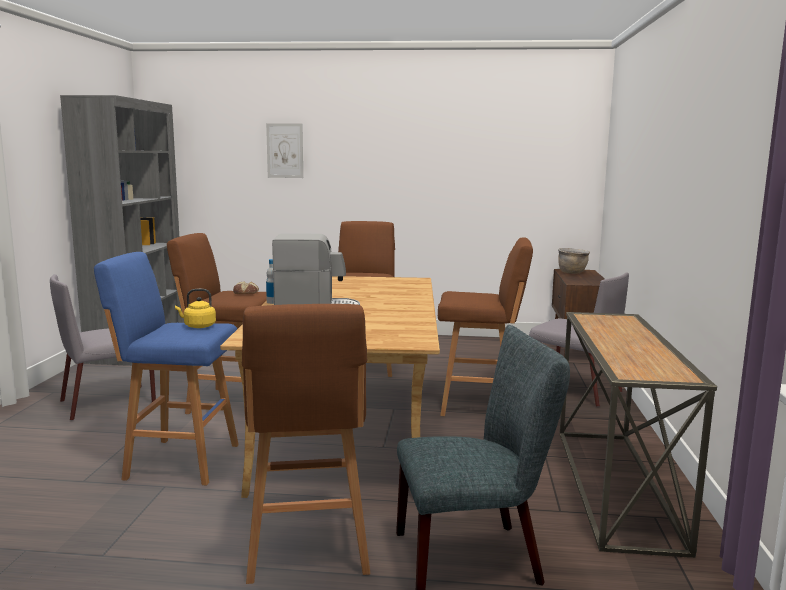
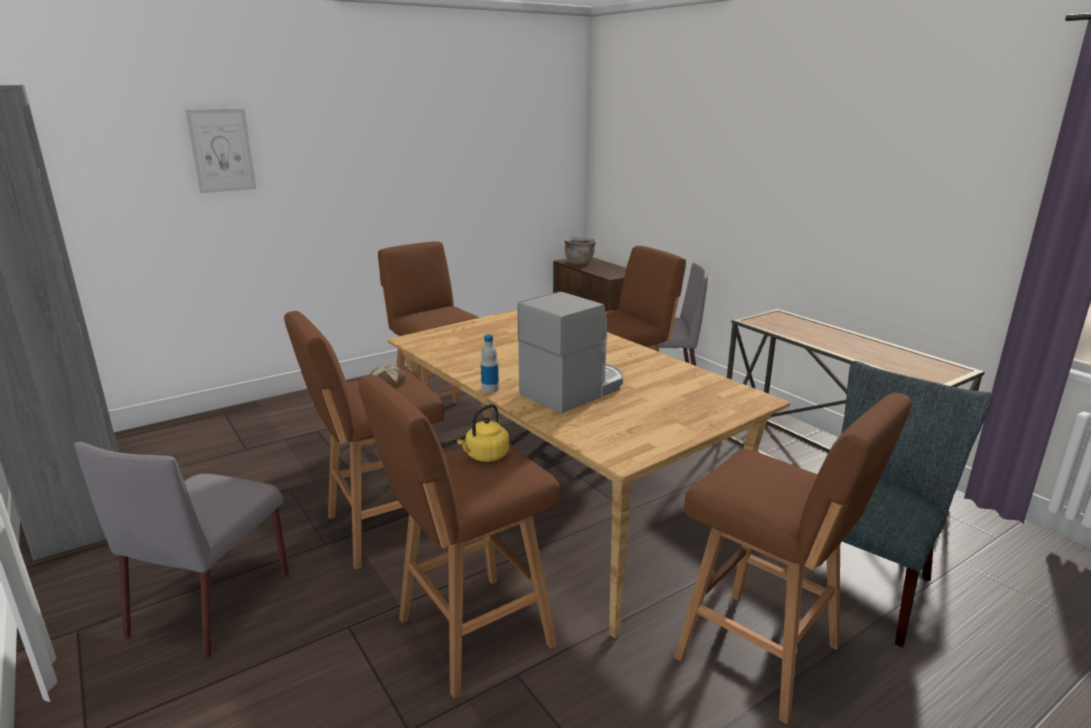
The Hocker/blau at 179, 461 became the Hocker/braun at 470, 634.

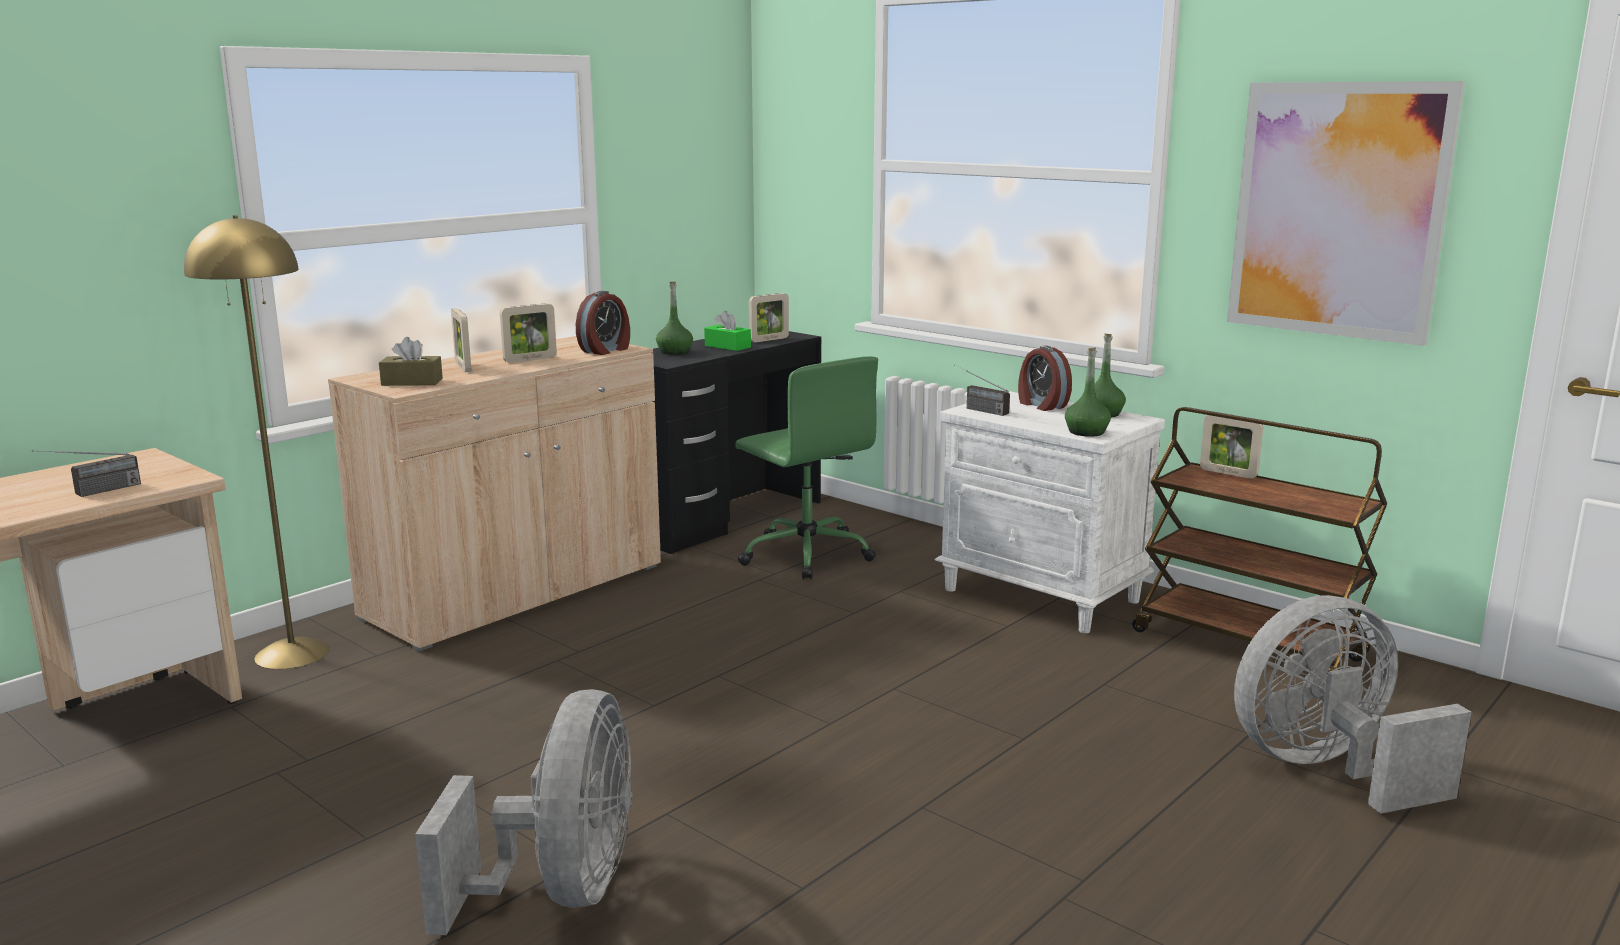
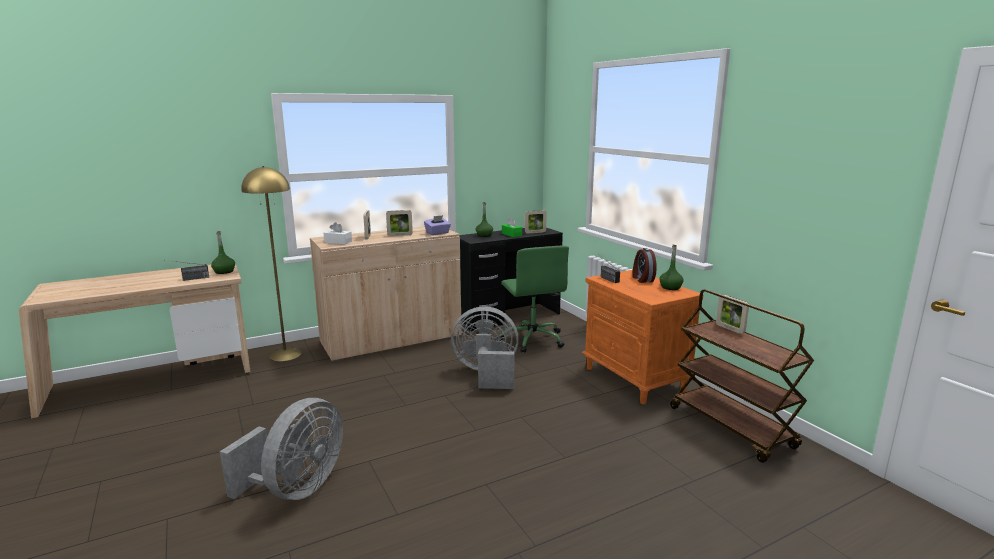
The Bild at 1338, 210 disappeared.
The Flasche/grün moved from 1086, 432 to 224, 271.
The Ventilator/grau moved from 1327, 769 to 486, 374.
The Wecker at 606, 350 was replaced by the Taschentuchbox/lila at 437, 233.
The Taschentuchbox/braun at 412, 382 became the Taschentuchbox/weiß at 338, 242.
The Nachttisch/weiß at 1043, 595 became the Nachttisch/orange at 635, 379.

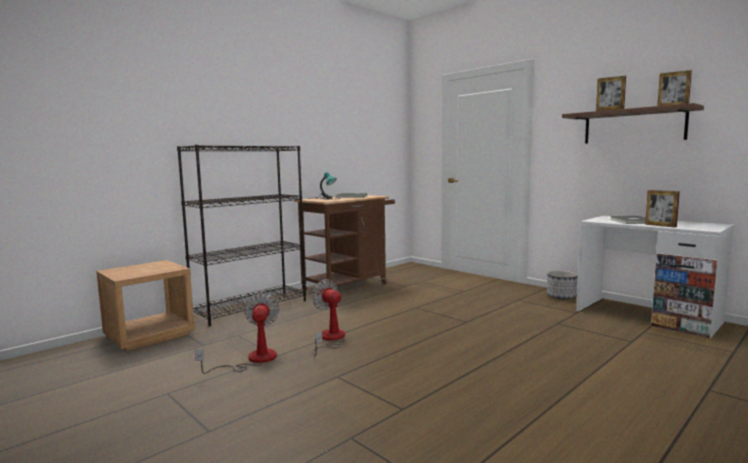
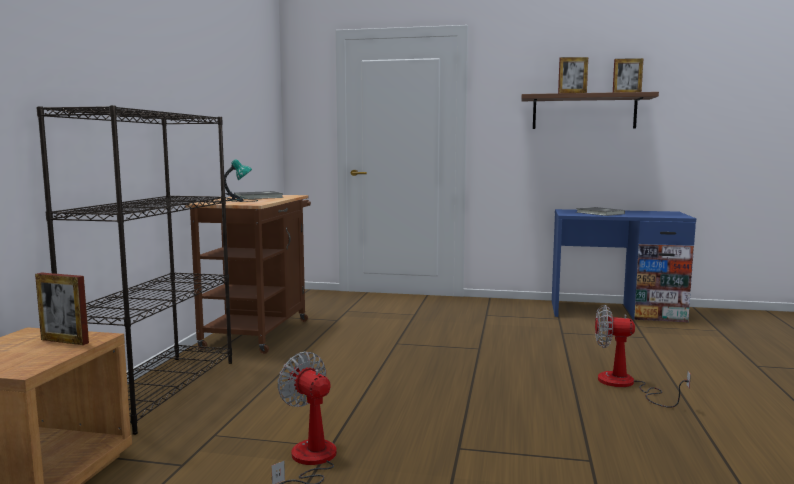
The Pflanzkübel at 561, 297 disappeared.
The Ventilator moved from 330, 339 to 626, 385.
The Bilderrahmen moved from 660, 225 to 64, 341.
The Schreibtisch/weiß at 647, 316 became the Schreibtisch/blau at 615, 311.

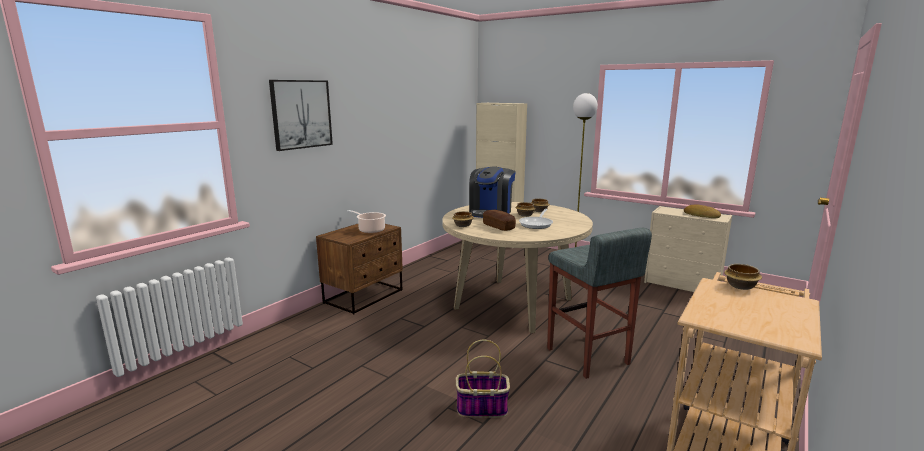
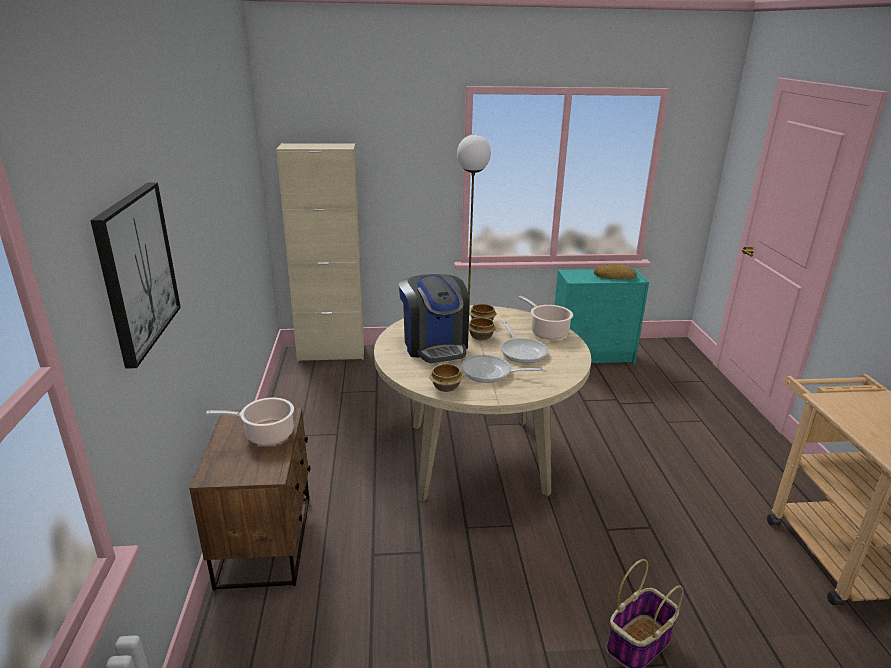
The Hocker/grau at 587, 357 disappeared.
The Schüssel at 741, 286 disappeared.
The Kochtopf at 547, 332 appeared.
The Brot at 498, 227 was replaced by the Pfanne at 491, 373.
The Kommode/beige at 683, 285 became the Kommode/türkis at 592, 356.

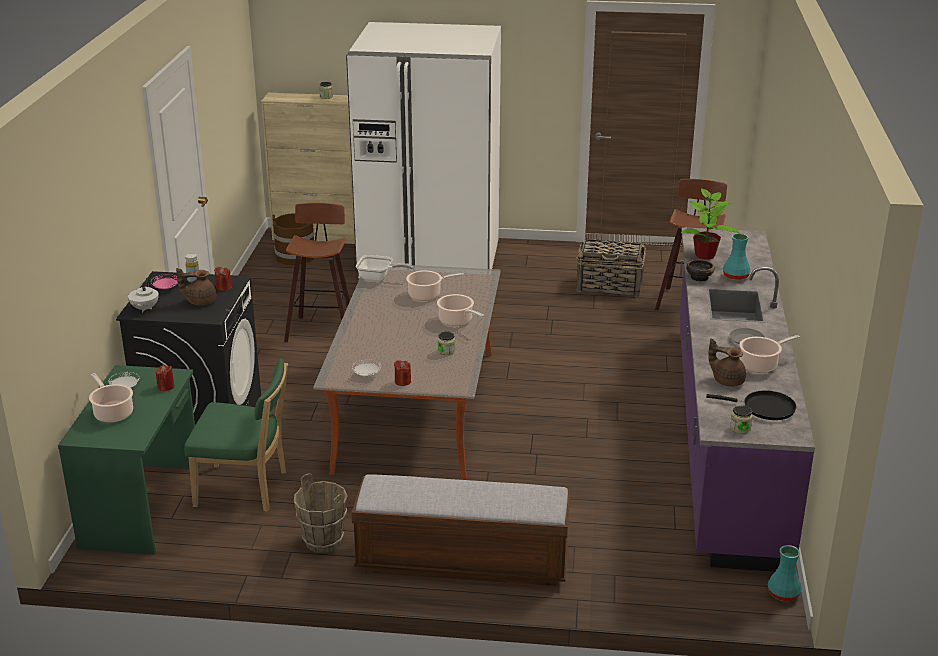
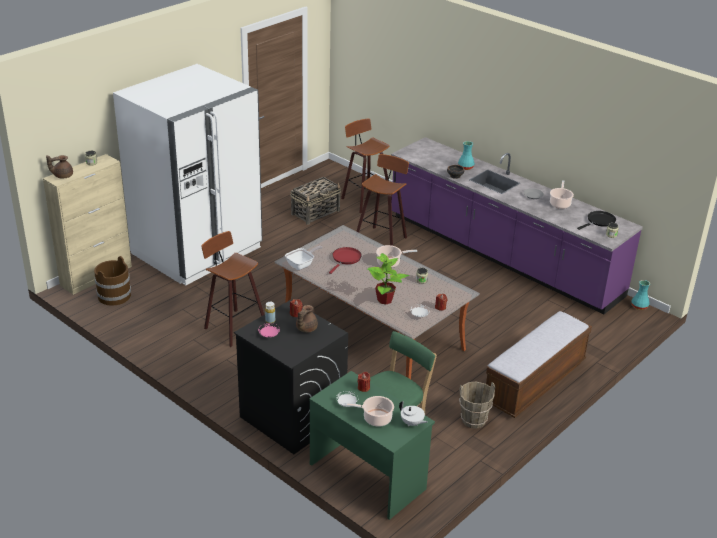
The Hocker at 382, 239 appeared.
The Teekanne/weiß moved from 144, 309 to 412, 423.
The Topfpflanze moved from 705, 255 to 385, 300.
The Teekanne/braun moved from 727, 380 to 62, 176.
The Kochtopf at 427, 295 was replaced by the Pfanne/rot at 345, 259.

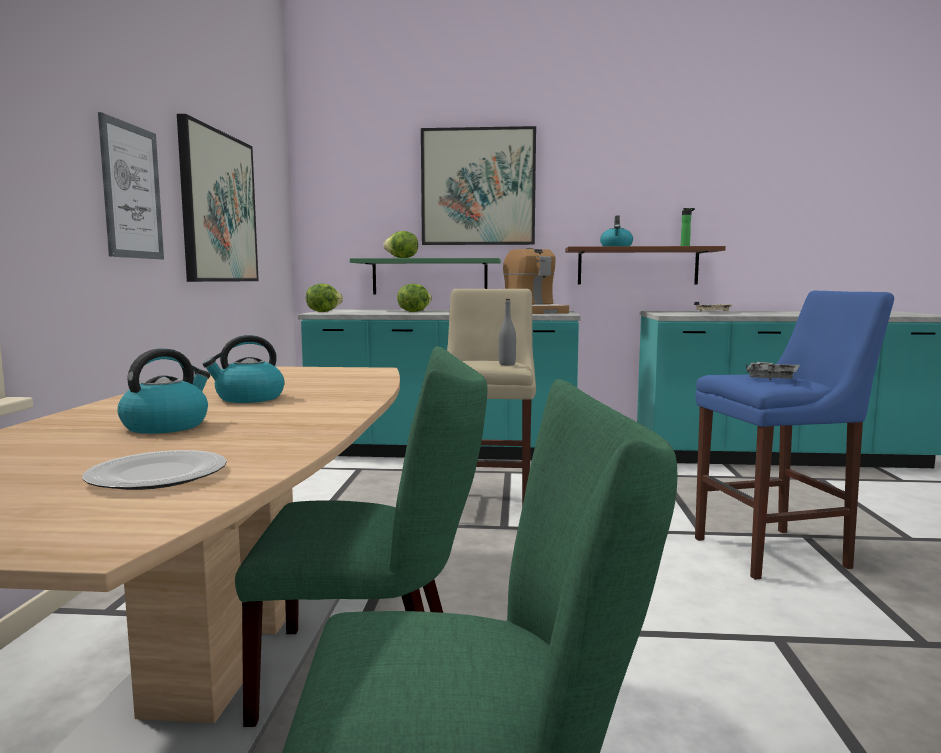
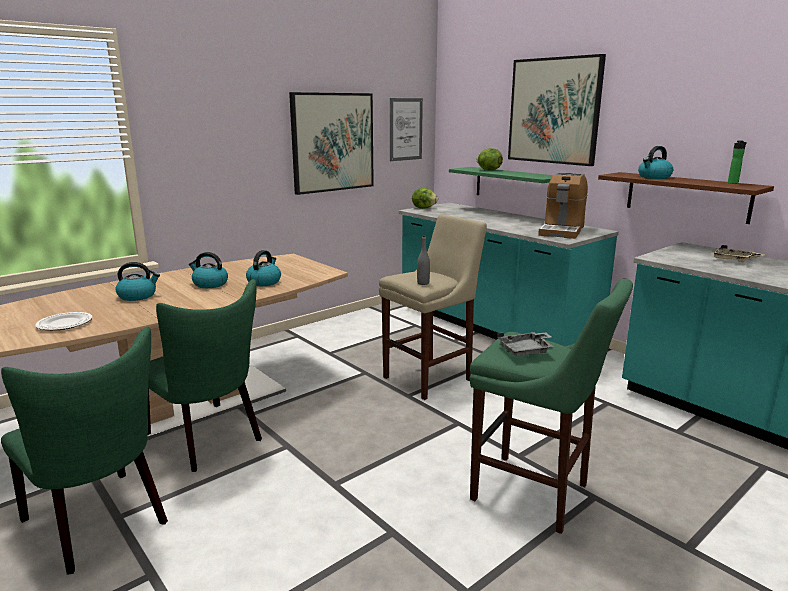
The Salatkopf at 413, 312 disappeared.
The Wasserkessel at 264, 282 appeared.
The Bild moved from 132, 191 to 405, 129.
The Hocker/blau at 777, 552 became the Hocker/grün at 535, 494.

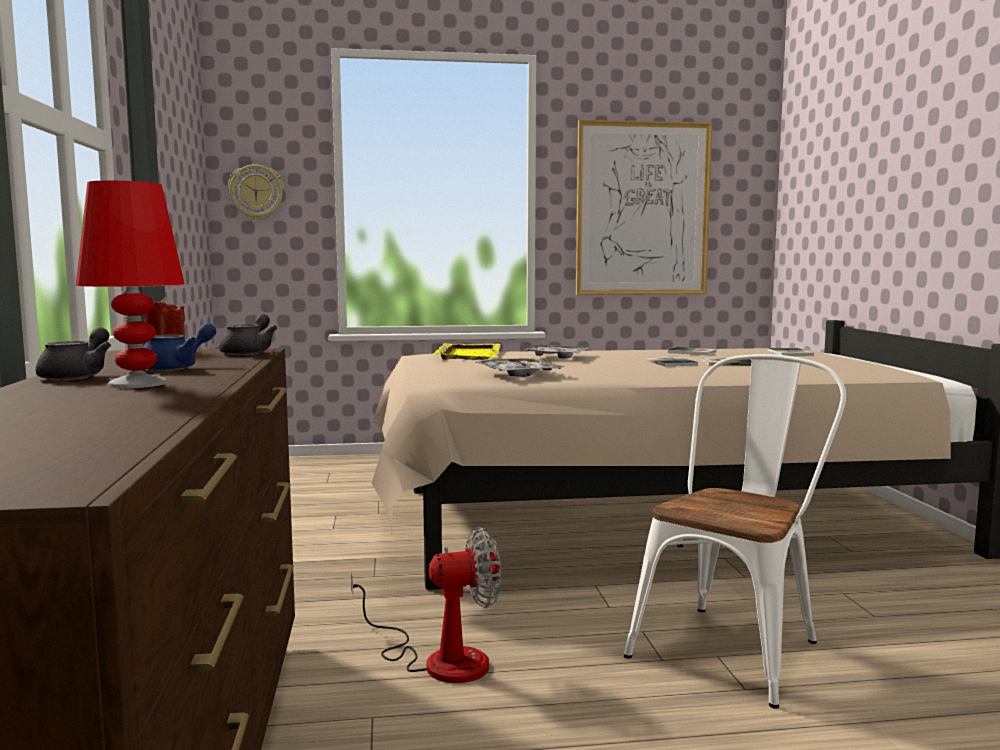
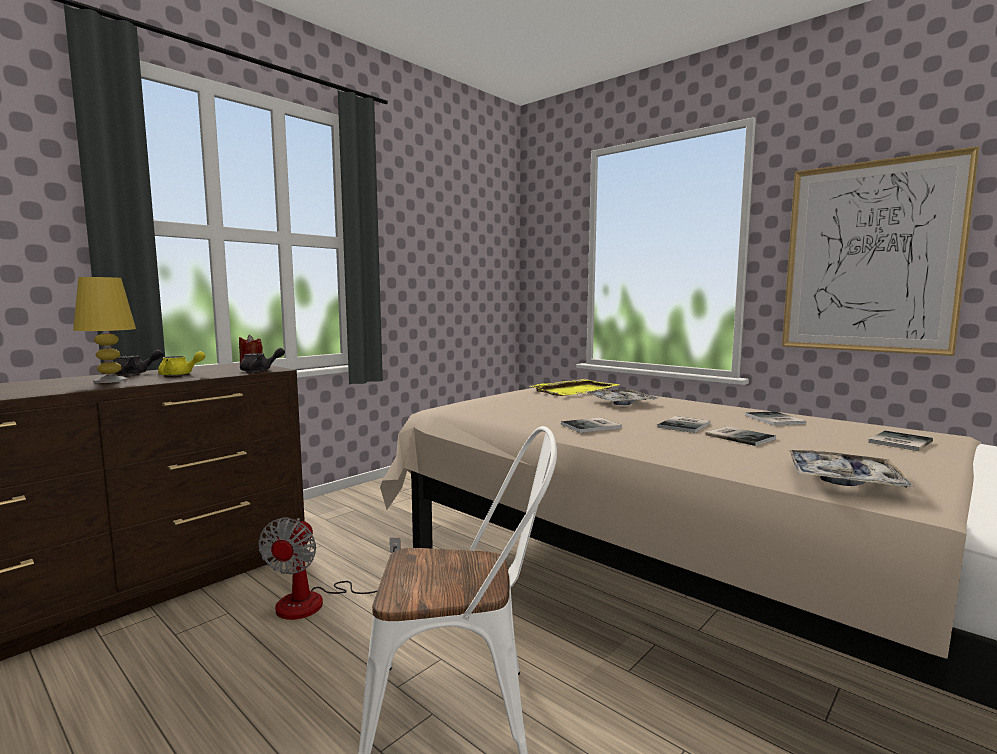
The Wanduhr at 256, 192 disappeared.
The Buch at 593, 426 appeared.
The Tablett moved from 519, 374 to 843, 479.
The Tischlampe/rot at 138, 384 became the Tischlampe/gelb at 110, 380.
The Teekanne/blau at 177, 367 became the Teekanne/gelb at 180, 374.
The Ventilator at 439, 659 turned 60 degrees clockwise.

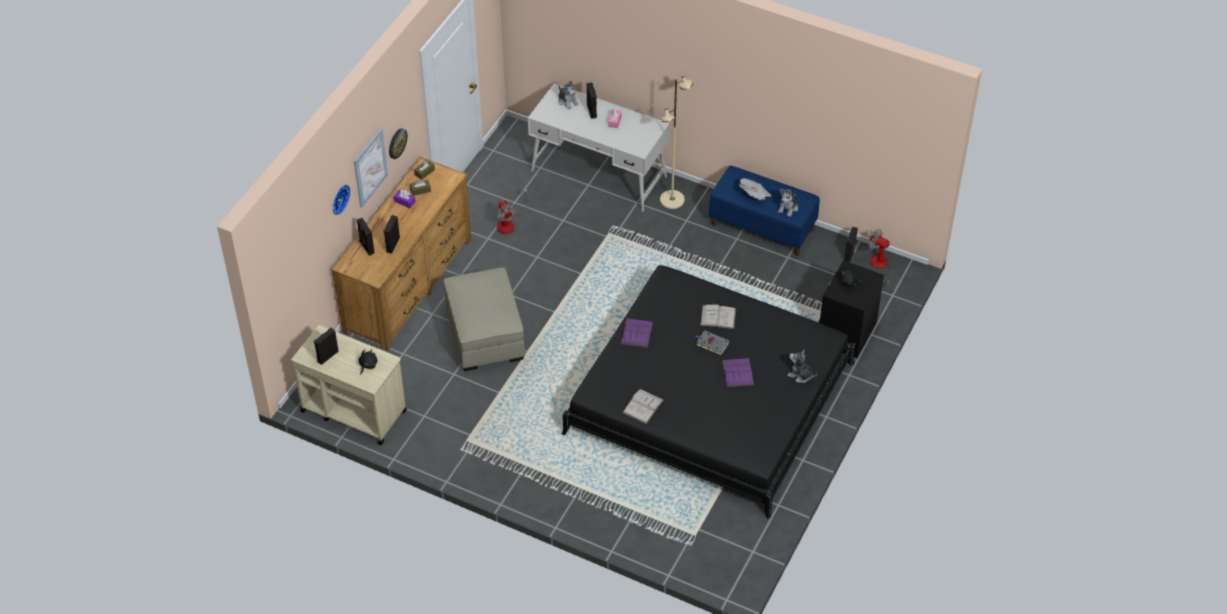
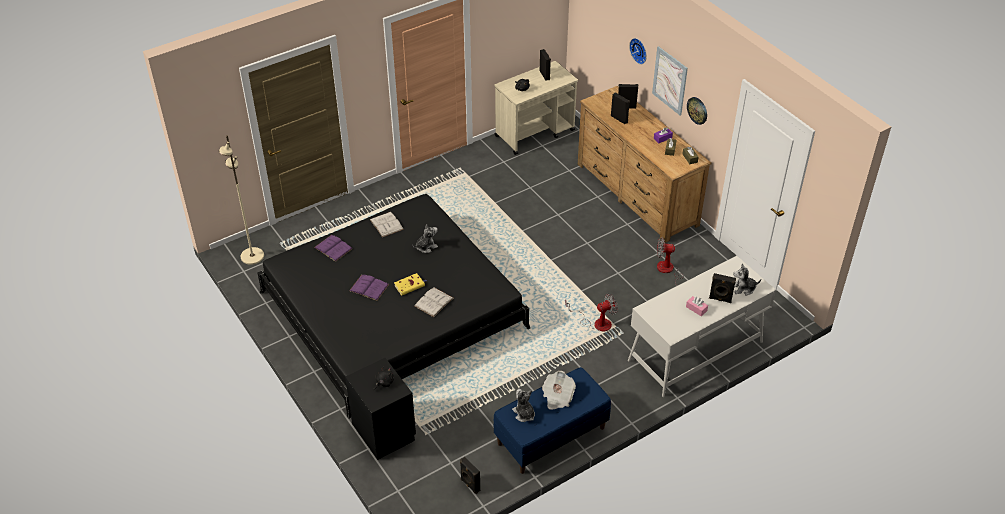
The Polsterhocker/beige at 485, 333 disappeared.
The Buch/lila moved from 637, 333 to 333, 248.
The Stehlampe/beige moved from 672, 200 to 251, 256.
The Plüschtier moved from 800, 375 to 426, 247.
The Ventilator moved from 879, 267 to 596, 323.
The Buch/grau at 711, 343 became the Buch/gelb at 410, 285.

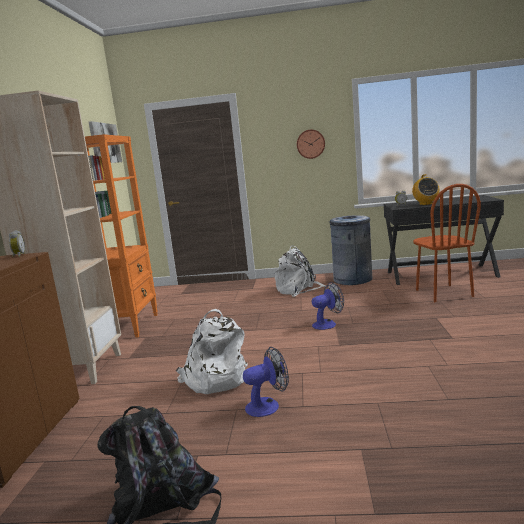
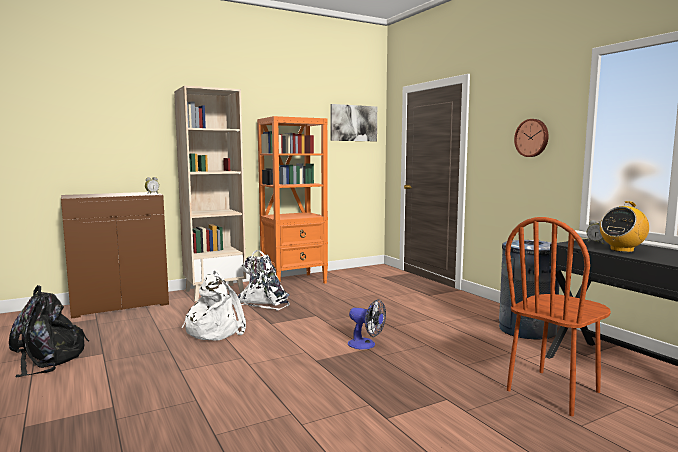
The Ventilator at 268, 405 disappeared.
The Rucksack/weiß moved from 299, 289 to 264, 303.

